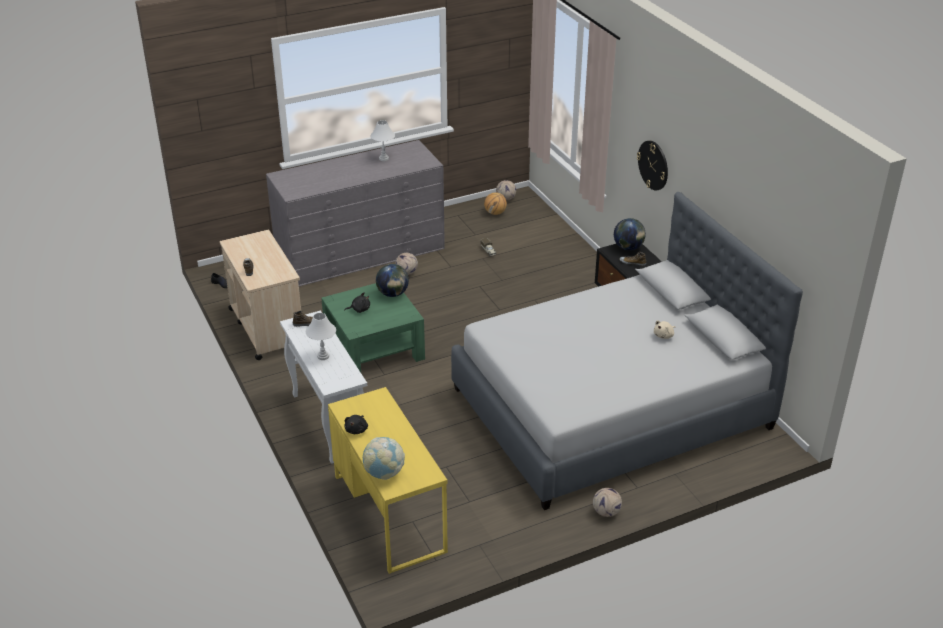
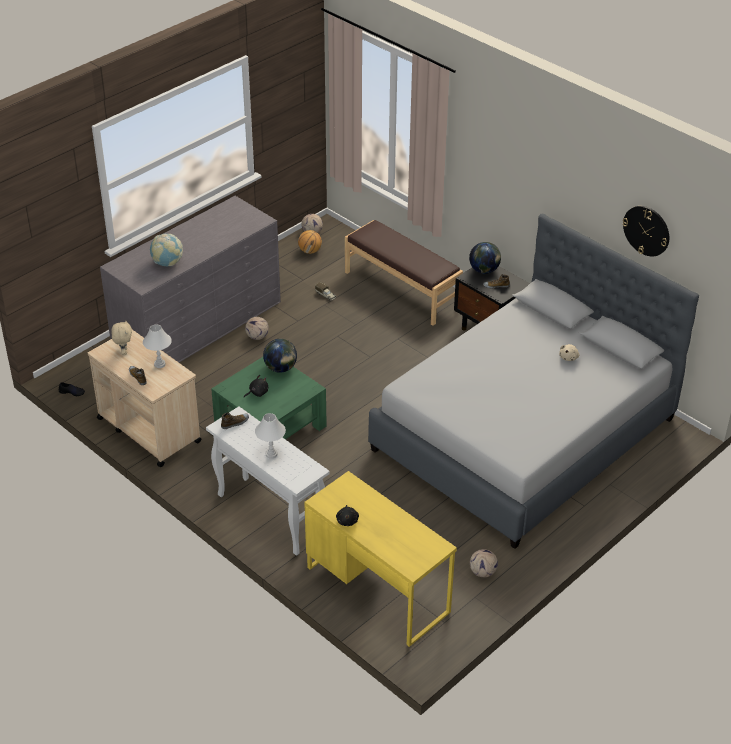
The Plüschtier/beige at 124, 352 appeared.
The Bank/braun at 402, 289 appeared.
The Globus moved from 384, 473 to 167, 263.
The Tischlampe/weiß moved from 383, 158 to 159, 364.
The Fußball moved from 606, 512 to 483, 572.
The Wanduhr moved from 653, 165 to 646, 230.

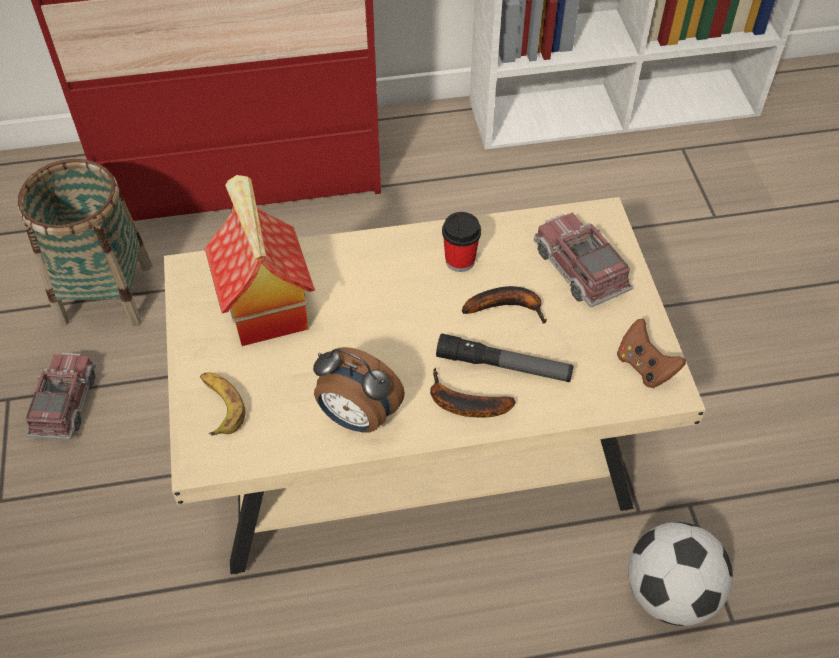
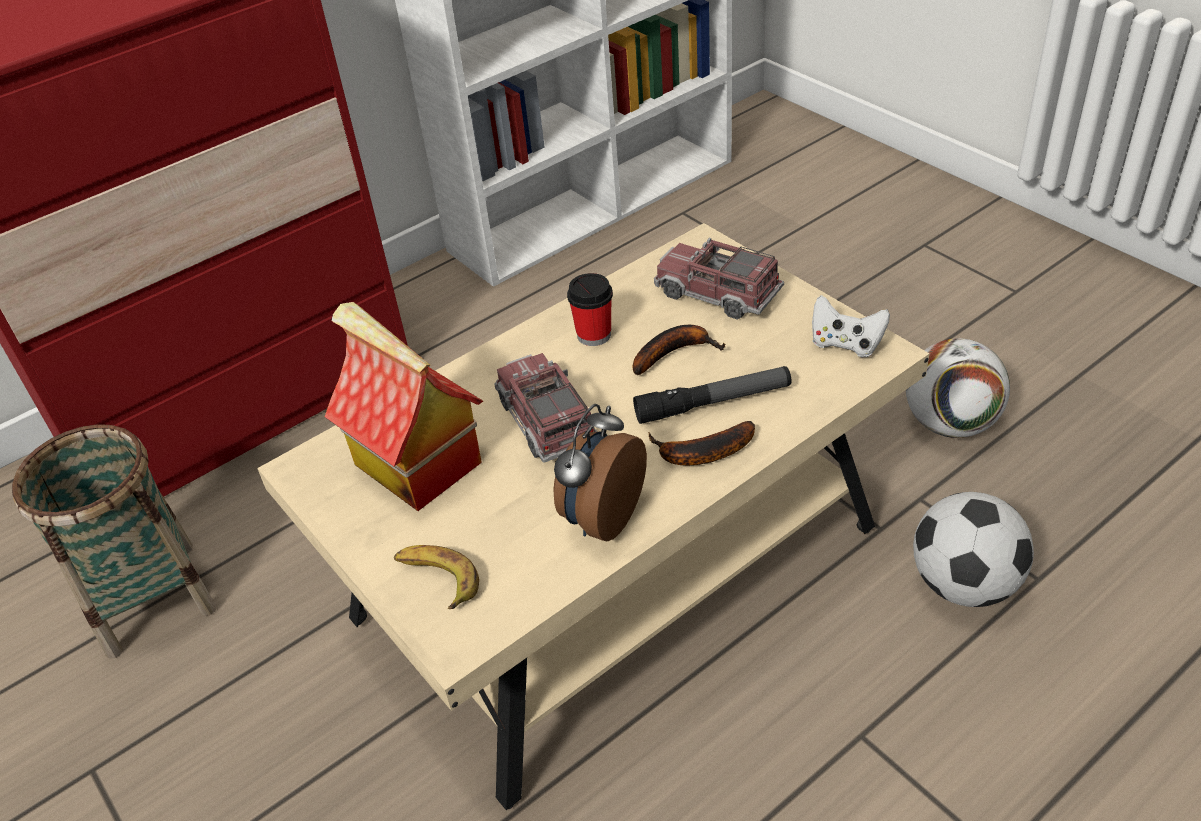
The Fußball at 950, 423 appeared.
The Spielzeuglaster moved from 65, 404 to 547, 421.
The Gamepad/braun at 644, 366 became the Gamepad/weiß at 846, 344.
The Wecker at 357, 418 turned 120 degrees clockwise.

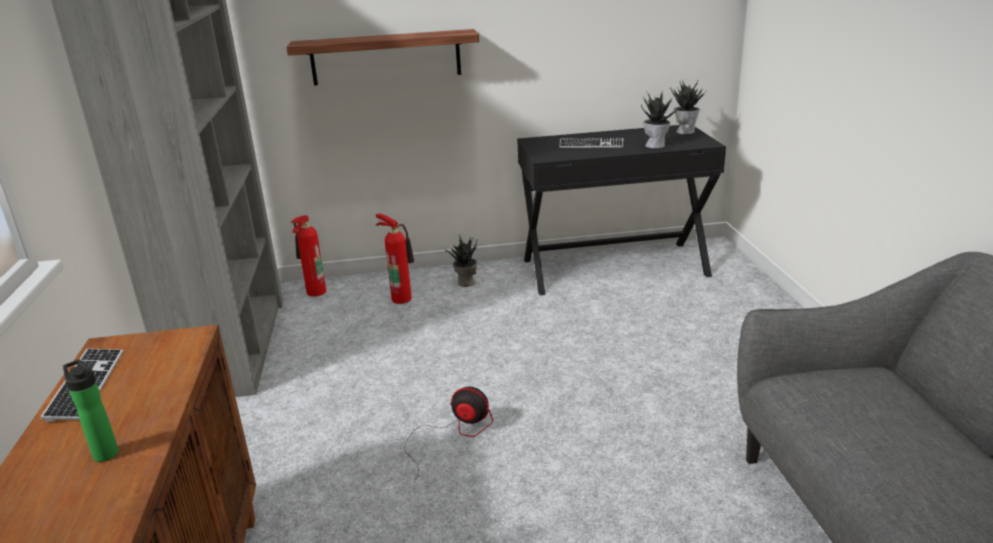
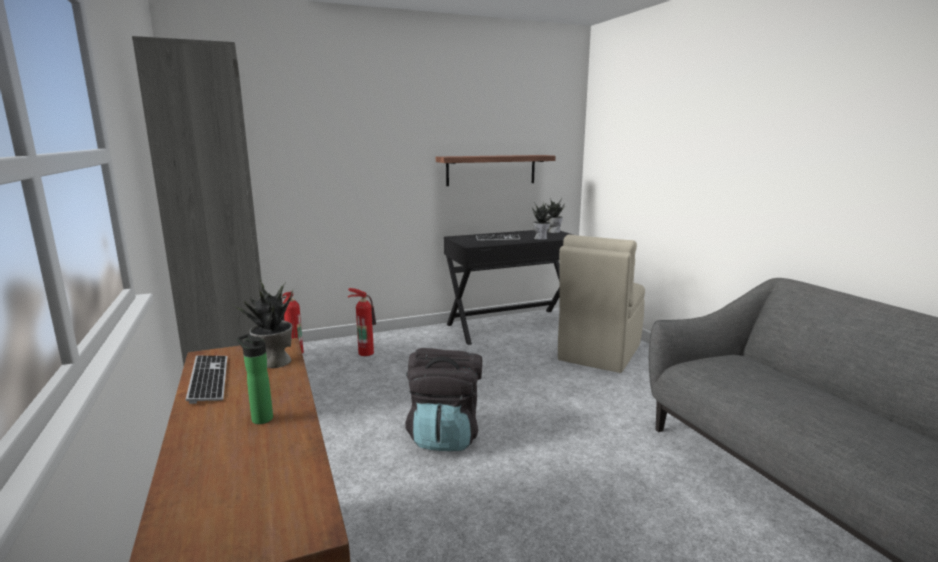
The Stuhl/beige at 598, 353 appeared.
The Wandregal moved from 386, 57 to 491, 170.
The Topfpflanze moved from 466, 283 to 274, 362.
The Ventilator at 453, 434 was replaced by the Rucksack/schwarz at 445, 435.

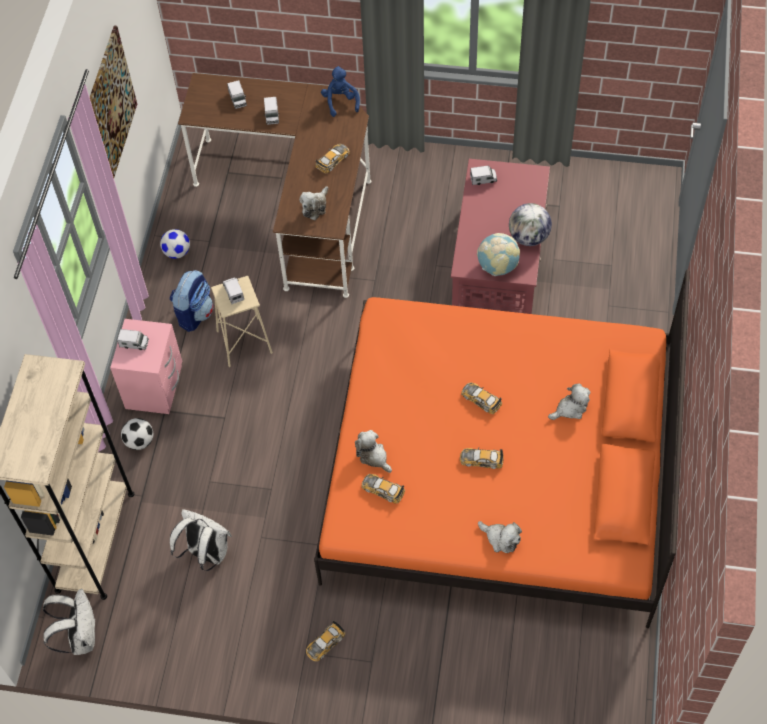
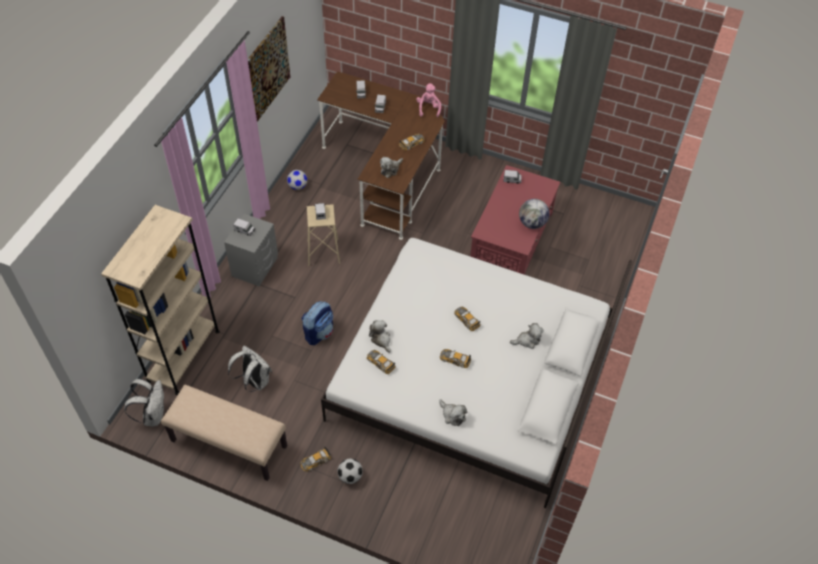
The Globus at 497, 266 disappeared.
The Bank/beige at 228, 444 appeared.
The Fußball moved from 140, 441 to 350, 476.
The Rucksack moved from 195, 313 to 319, 332.
The Nachttisch/rosa at 154, 387 became the Nachttisch/grau at 255, 267.
The Bett/orange at 499, 471 became the Bett/weiß at 470, 376.
The Plüschtier/blau at 340, 101 became the Plüschtier/rosa at 428, 108.

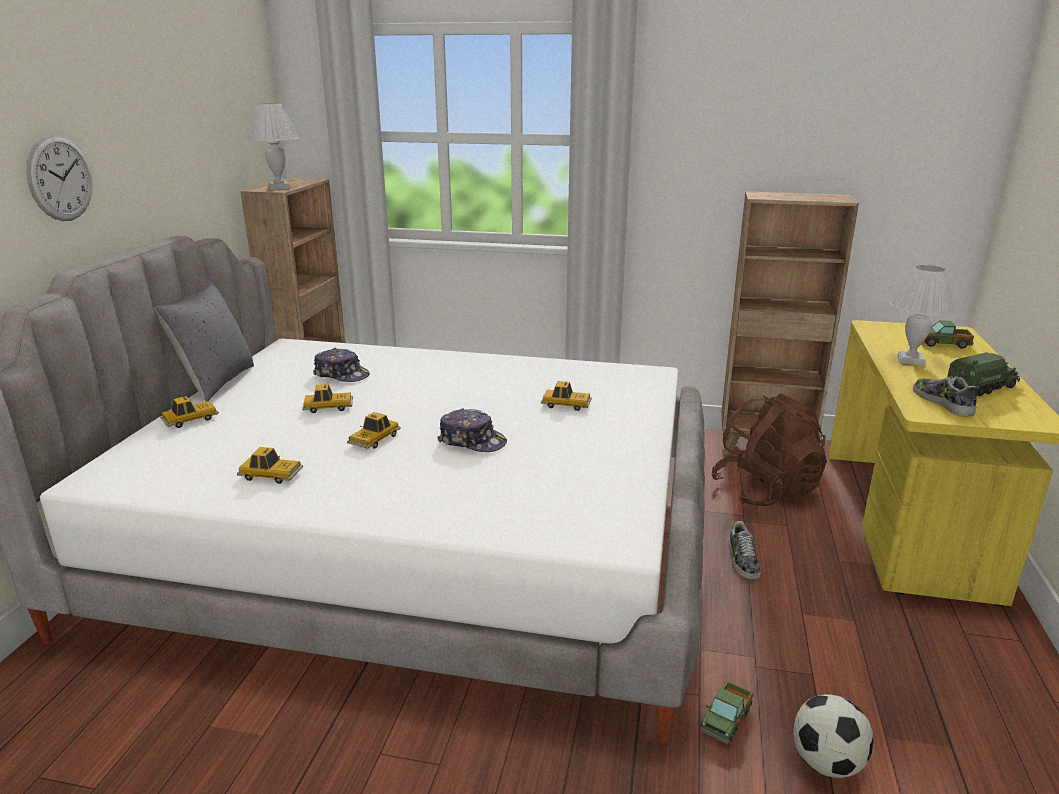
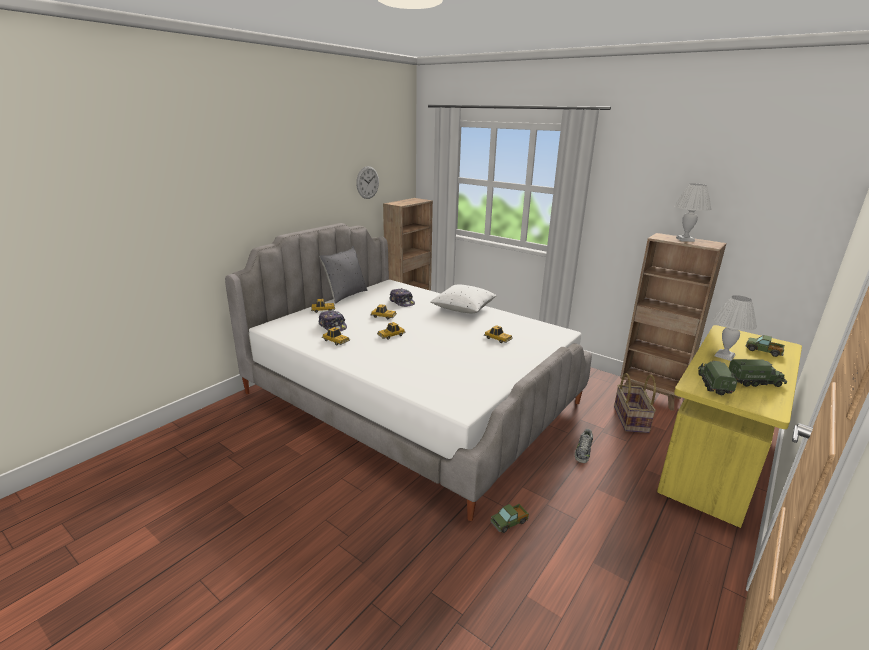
The Fußball at 826, 762 disappeared.
The Kissen/weiß at 463, 309 appeared.
The Wanduhr moved from 60, 178 to 367, 182.
The Tischlampe/weiß moved from 279, 187 to 684, 239.
The Kappe moved from 472, 441 to 333, 326.
The Rucksack/braun at 765, 490 was replaced by the Korb at 630, 419.
The Schuh at 943, 403 was replaced by the Spielzeuglaster at 713, 384.

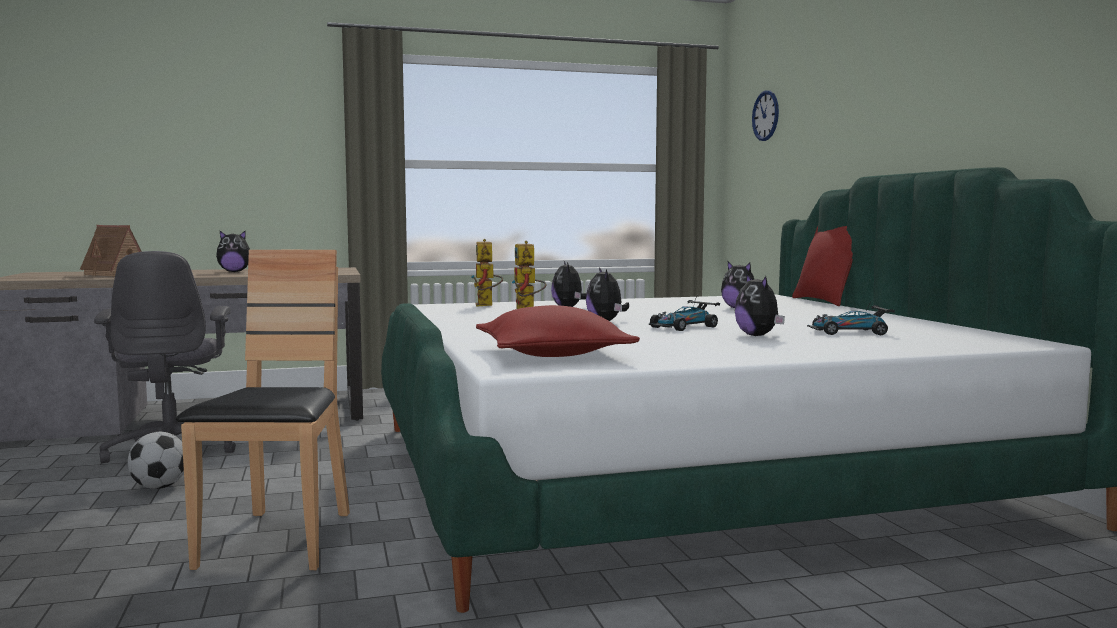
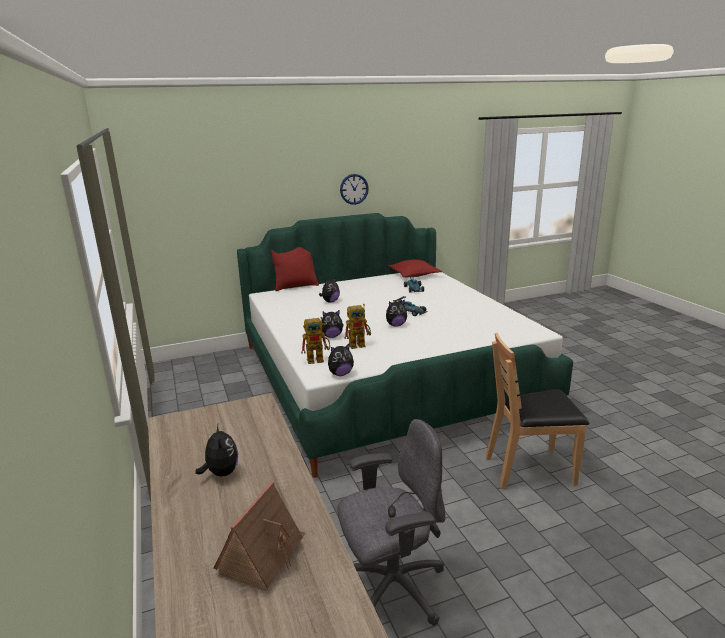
The Fußball at 159, 487 disappeared.
The Kissen/rot moved from 553, 354 to 414, 274.
The Plüschtier moved from 758, 336 to 340, 374.
The Wanduhr moved from 765, 115 to 354, 189.

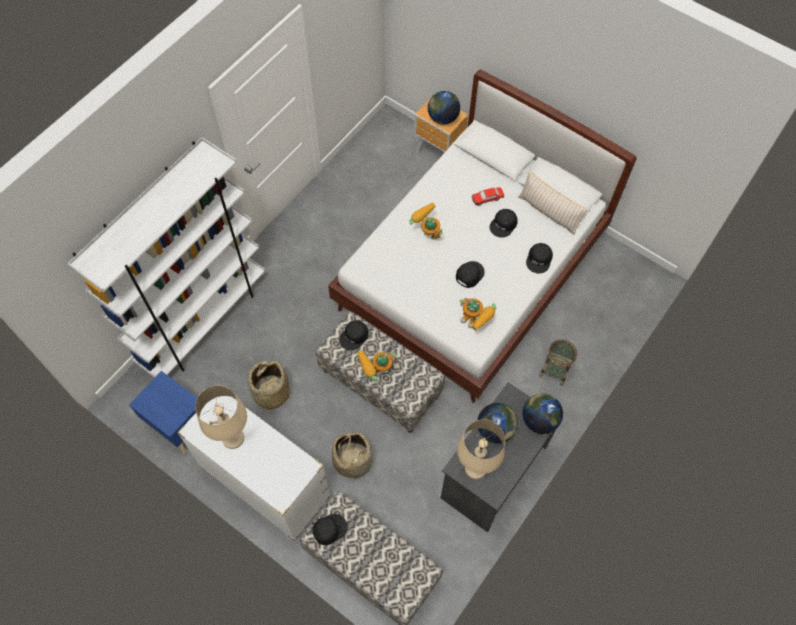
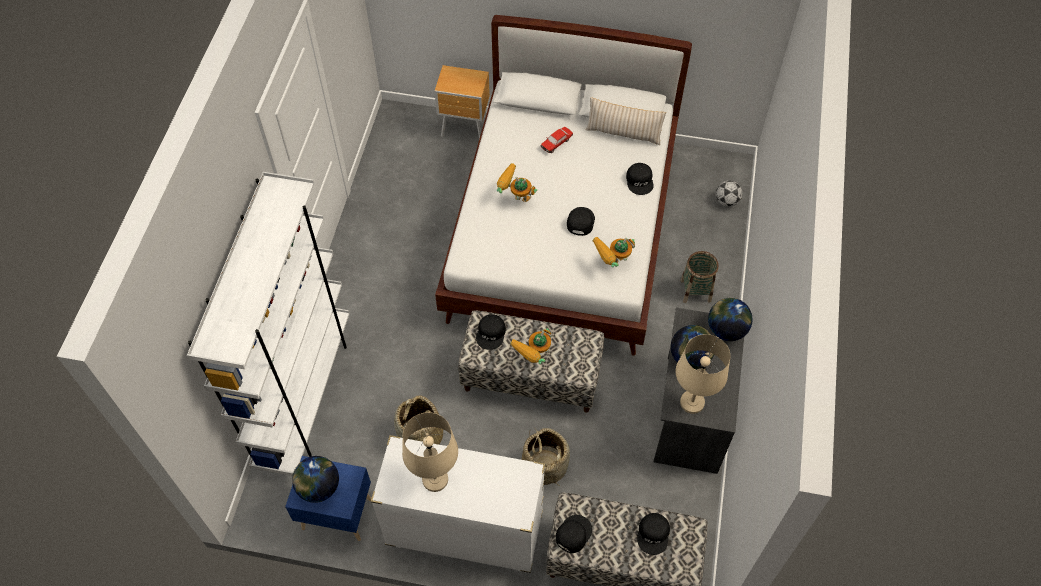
The Fußball at 726, 201 appeared.
The Globus moved from 442, 118 to 319, 487.
The Kappe/schwarz moved from 503, 225 to 654, 534.
The Spielzeugroboter at 475, 322 turned 135 degrees clockwise.

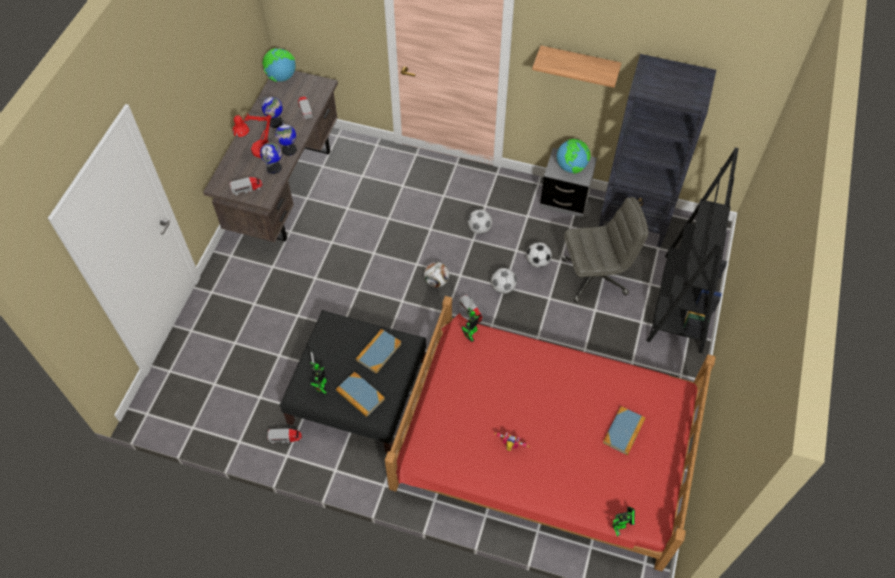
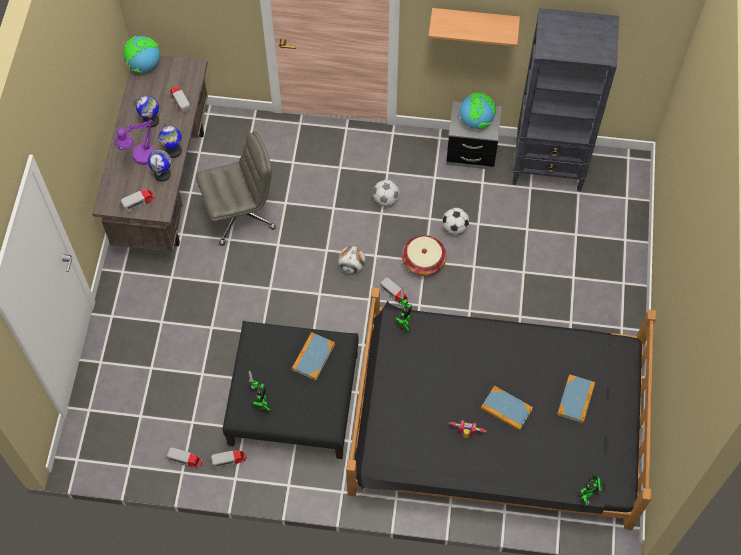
The Bücherregal/schwarz at 682, 303 disappeared.
The Spielzeuglaster at 185, 460 appeared.
The Buch moved from 360, 395 to 506, 409.
The Bürostuhl/grau moved from 595, 276 to 240, 214.
The Fußball at 503, 287 was replaced by the Korb at 423, 262.
The Tischlampe/rot at 258, 152 became the Tischlampe/lila at 140, 158.
The Bett/rot at 544, 443 became the Bett/schwarz at 495, 422.

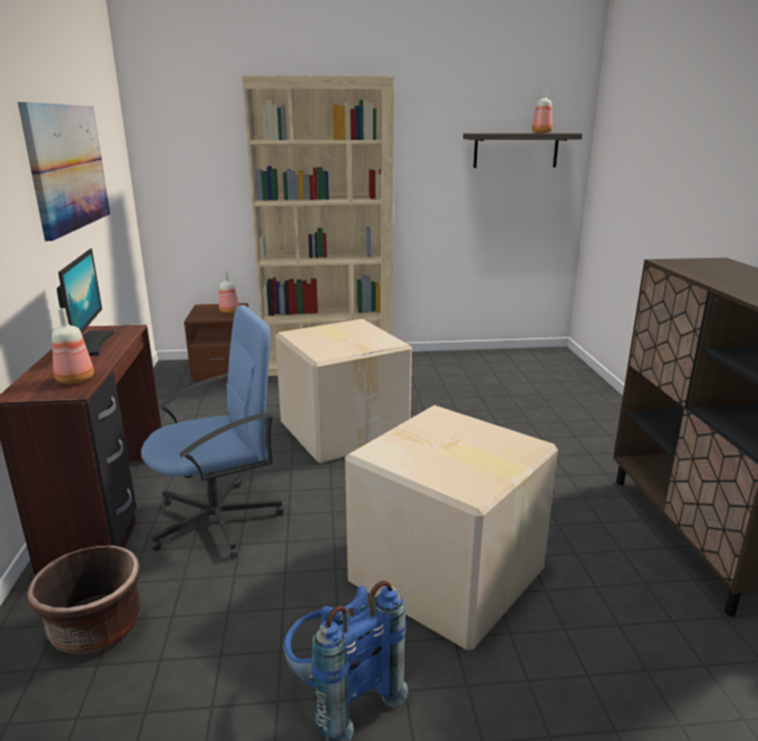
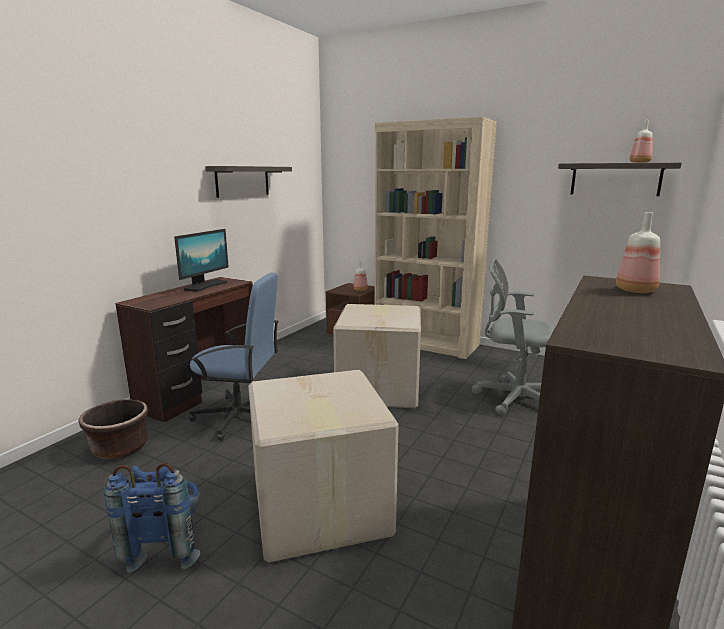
The Bürostuhl/grau at 513, 398 appeared.
The Flasche moved from 76, 380 to 637, 290.
The Bild at 67, 167 was replaced by the Wandregal at 242, 181.

